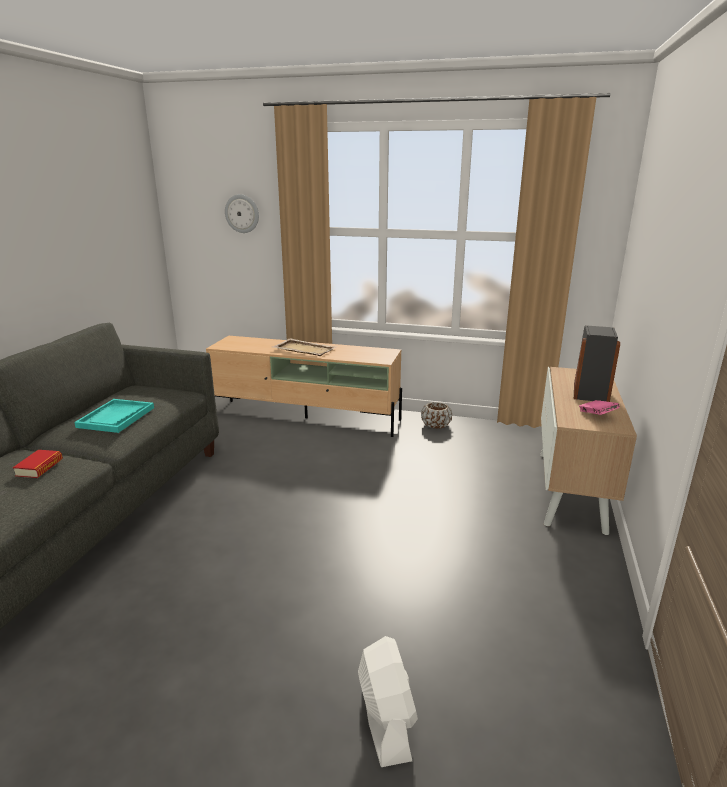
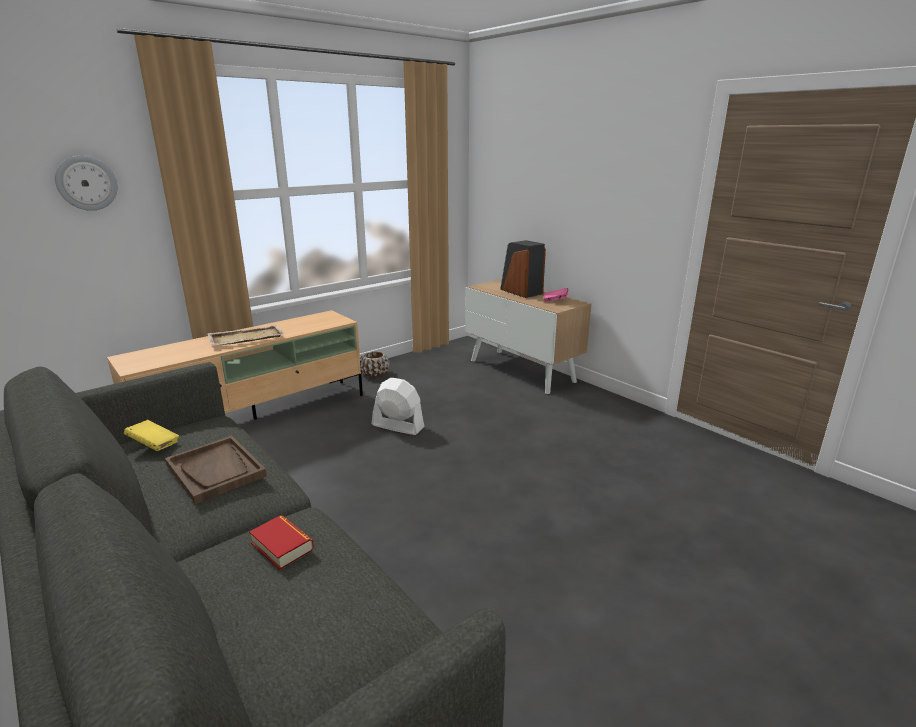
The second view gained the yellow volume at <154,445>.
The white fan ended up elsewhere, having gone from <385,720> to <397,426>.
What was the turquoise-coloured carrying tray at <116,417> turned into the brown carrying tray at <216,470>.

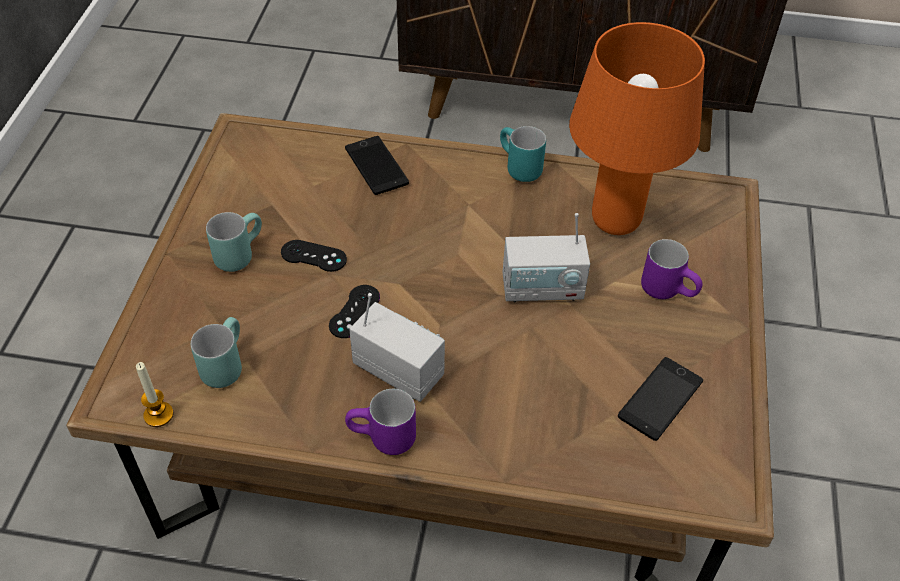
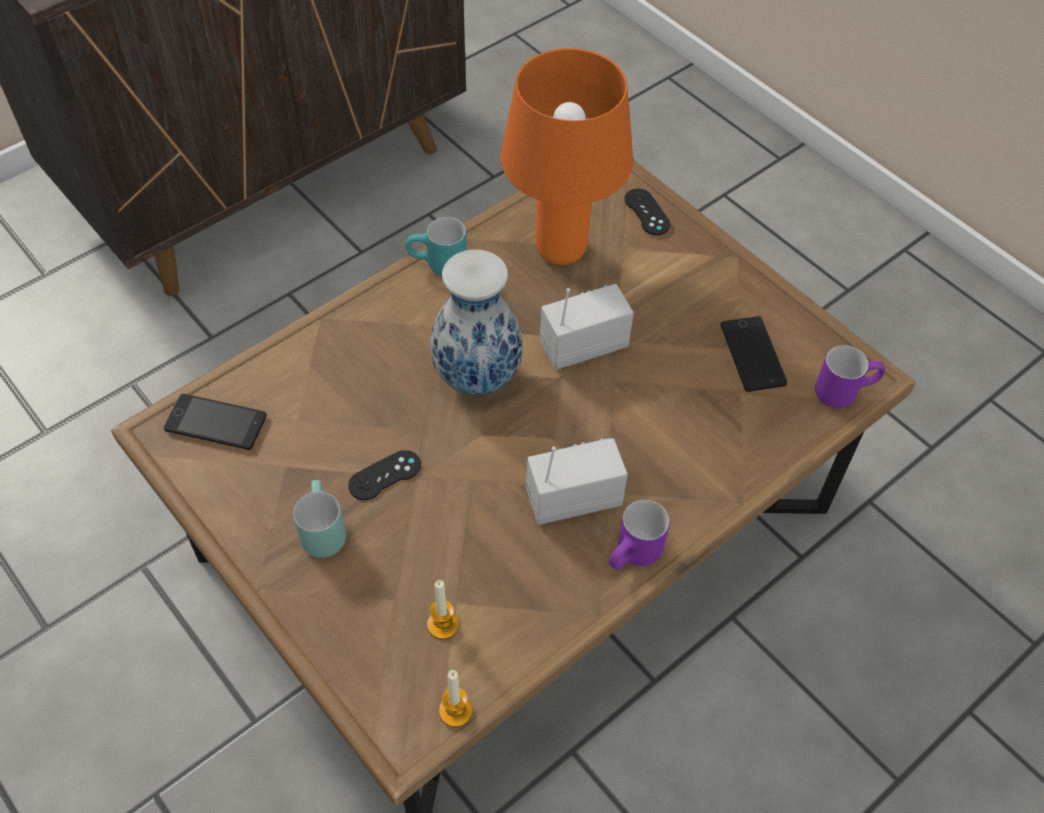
The second view gained the vase at <476,378>.
The blackish joypad ended up elsewhere, having gone from <354,311> to <647,212>.
The telephone ended up elsewhere, having gone from <376,166> to <216,422>.
The purple coffee mug ended up elsewhere, having gone from <669,290> to <843,390>.
Where the turquoise-coloured coffee mug stood at <223,364>, the candle came to stand at <443,625>.
The radio receiver at <542,289> ended up facing another way, 150 degrees counterclockwise from before.

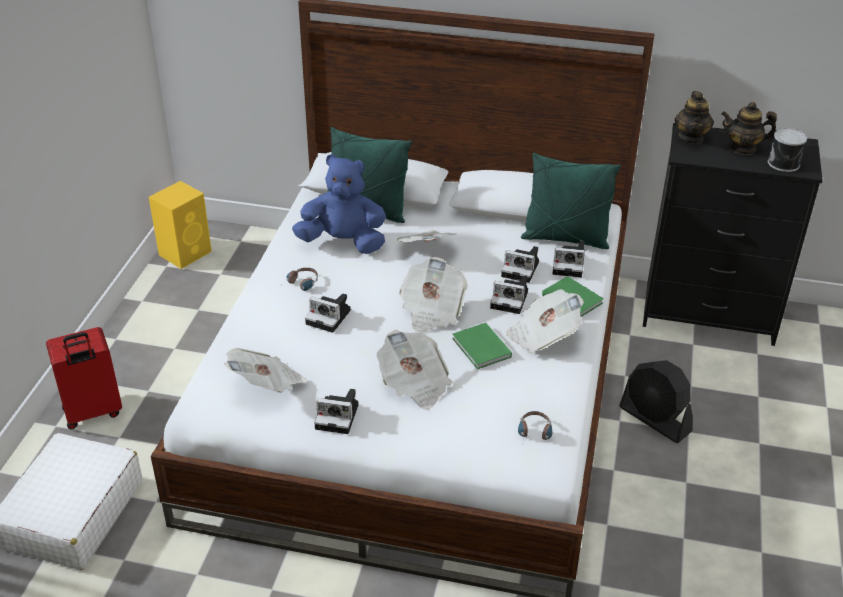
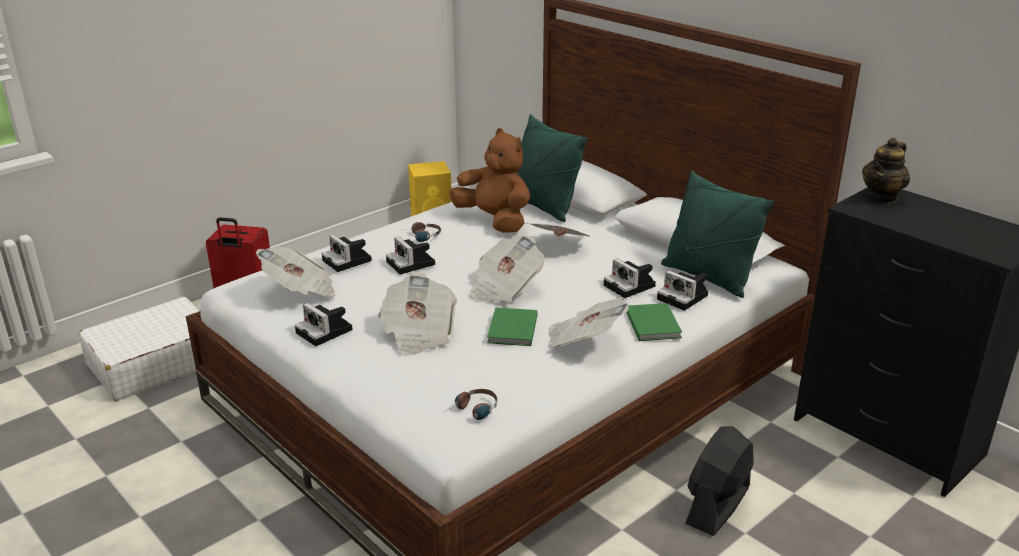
The second view lost the tea pot at <743,148>.
The second view lost the can at <784,163>.
The photo camera ended up elsewhere, having gone from <511,300> to <348,261>.
What was the blue cuddly toy at <343,242> turned into the brown cuddly toy at <494,221>.
The blackish fan at <655,419> ended up facing another way, 45 degrees clockwise from before.

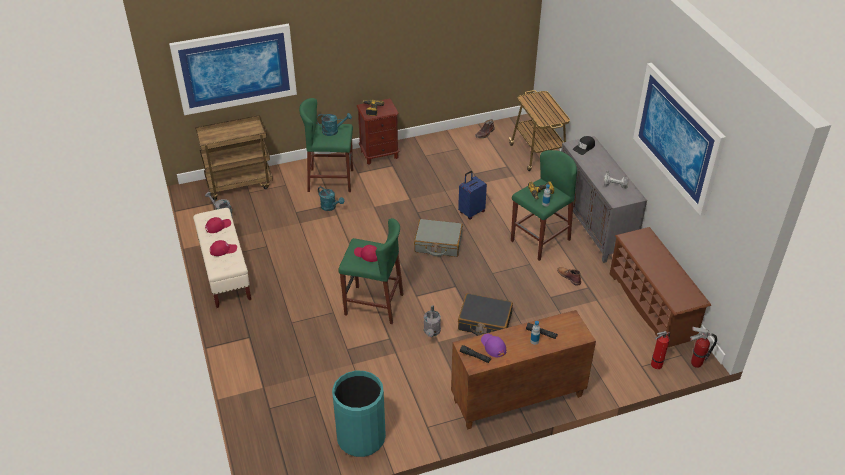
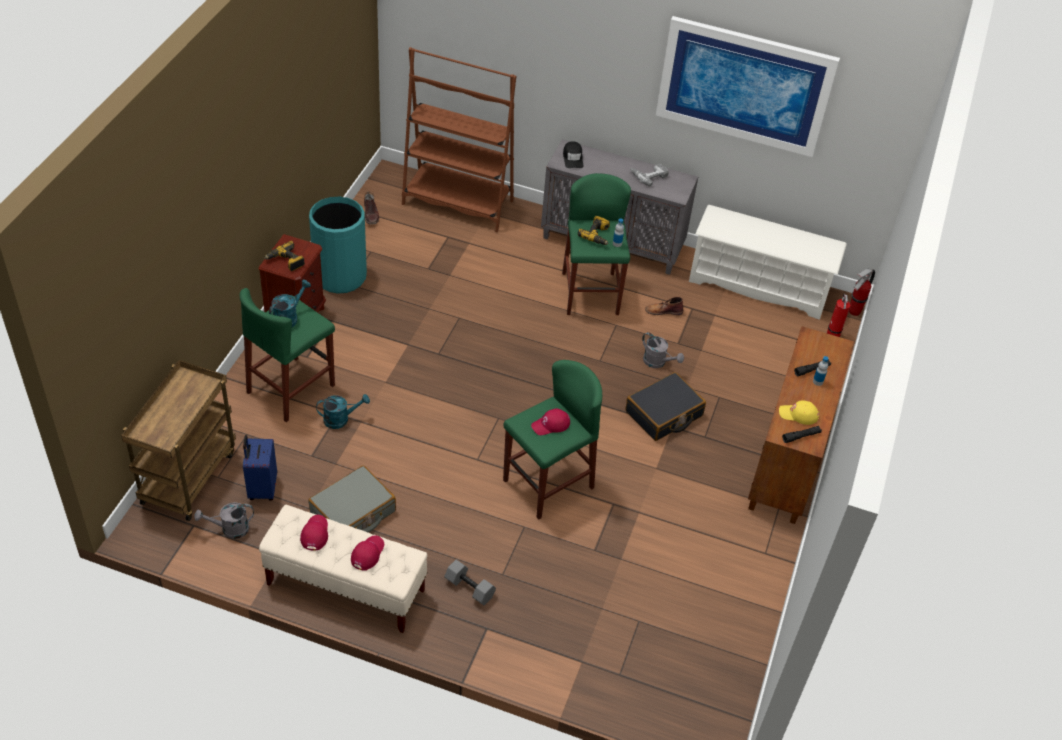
The second view lost the picture at <235,68>.
The second view gained the greyish free weight at <468,588>.
The turquoise-coloured rubbish bin ended up elsewhere, having gone from <361,438> to <340,276>.
The greyish piece of luggage ended up elsewhere, having gone from <438,244> to <353,513>.
The greyish sprinkling can ended up elsewhere, having gone from <432,332> to <658,362>.
The blue piece of luggage ended up elsewhere, having gone from <471,212> to <262,488>.
Where the trolley stood at <538,155>, the brown bookshelf came to stand at <457,203>.
What was the purple peaked cap at <493,346> turned into the yellow peaked cap at <798,414>.
What was the brown shoe stand at <652,306> turned into the white shoe stand at <759,285>.

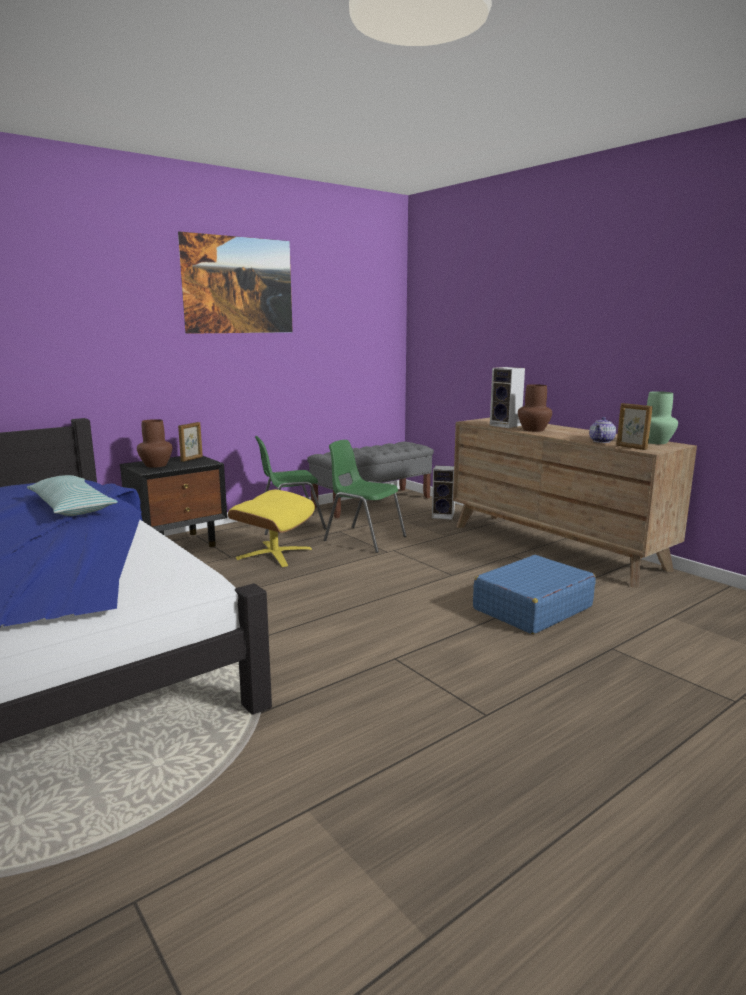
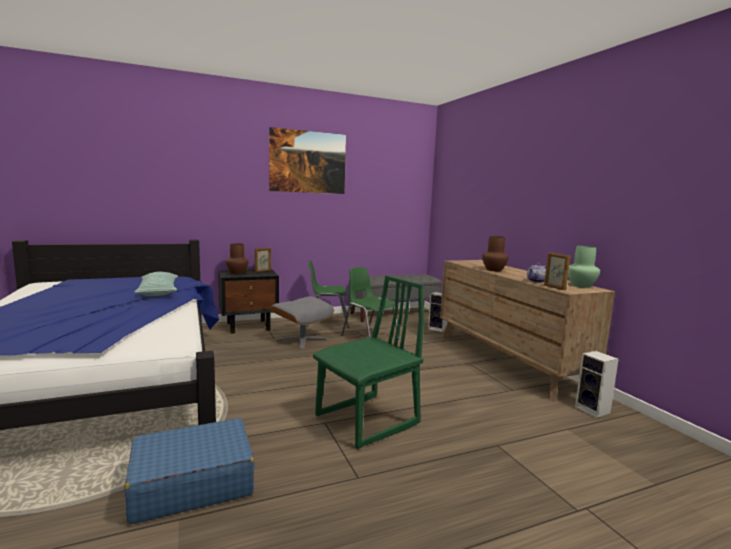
The second view gained the green-coloured plain chair at <367,420>.
The blue piece of luggage ended up elsewhere, having gone from <532,608> to <191,482>.
The speaker ended up elsewhere, having gone from <506,425> to <593,410>.
What was the yellow footrest at <274,553> turned into the greyish footrest at <302,339>.

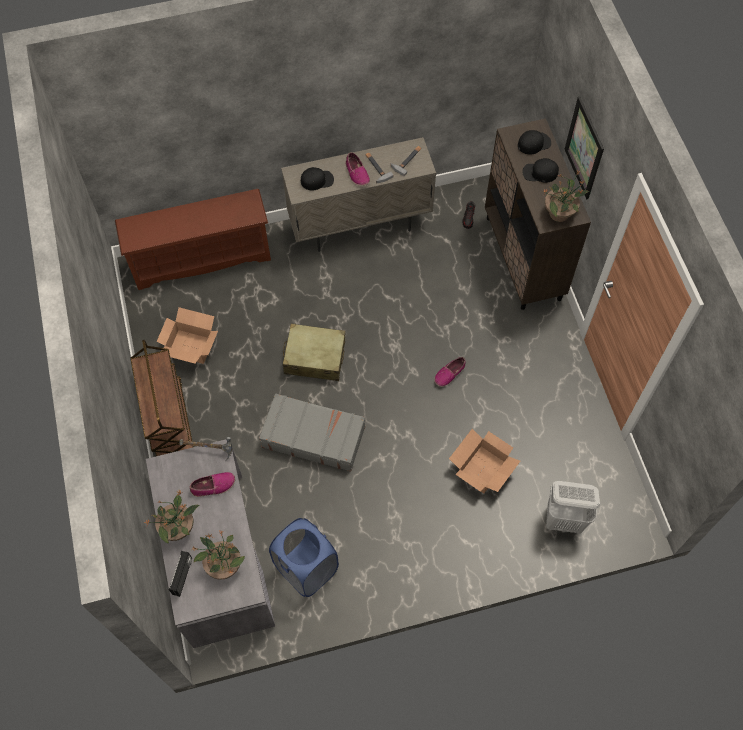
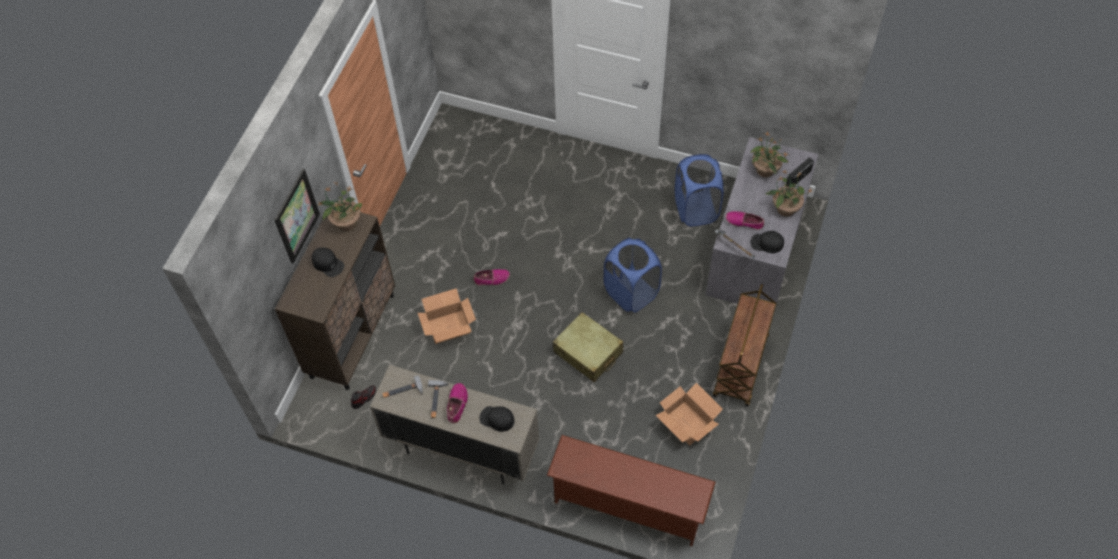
The second view lost the white hamper at <564,520>.
The packing box ended up elsewhere, having gone from <483,469> to <448,326>.
The blackish peaked cap ended up elsewhere, having gone from <534,143> to <766,243>.
Where the greyish piece of luggage stood at <313,436>, the blue hamper came to stand at <631,292>.

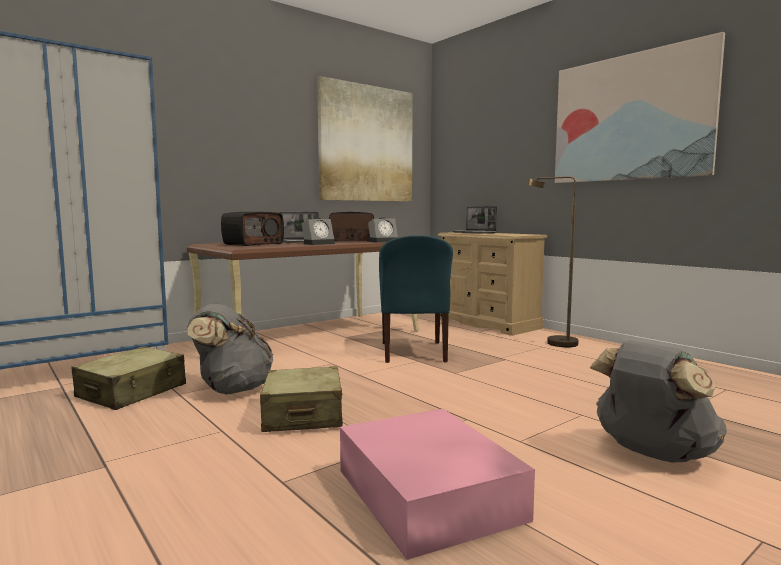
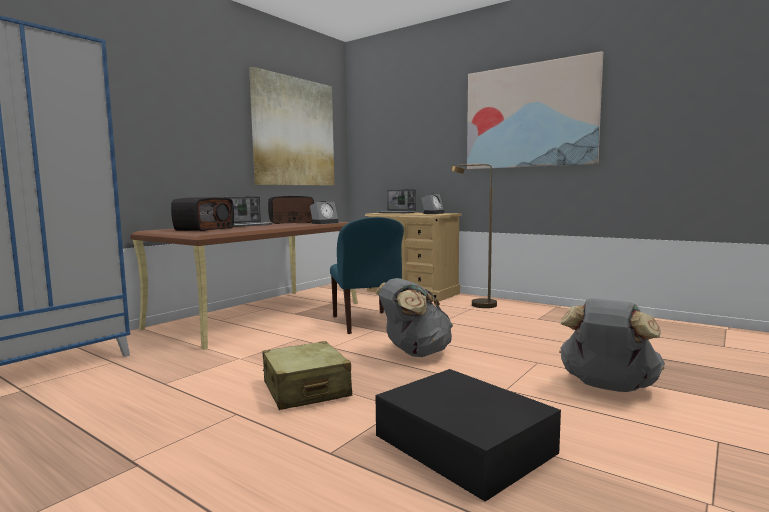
The second view lost the sand-coloured piece of luggage at <132,391>.
The greyish knapsack ended up elsewhere, having gone from <232,389> to <414,353>.
The table clock ended up elsewhere, having gone from <319,243> to <433,213>.
What was the pink-coloured storage box at <428,495> turned into the blackish storage box at <465,445>.

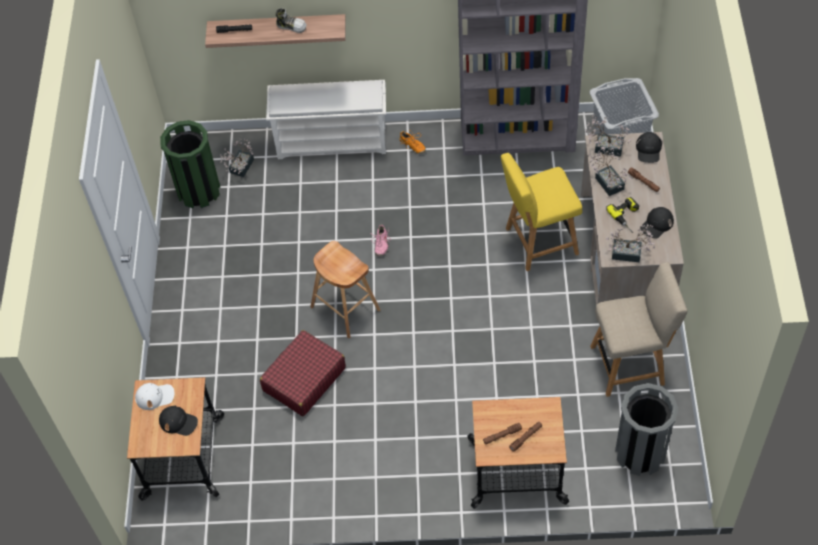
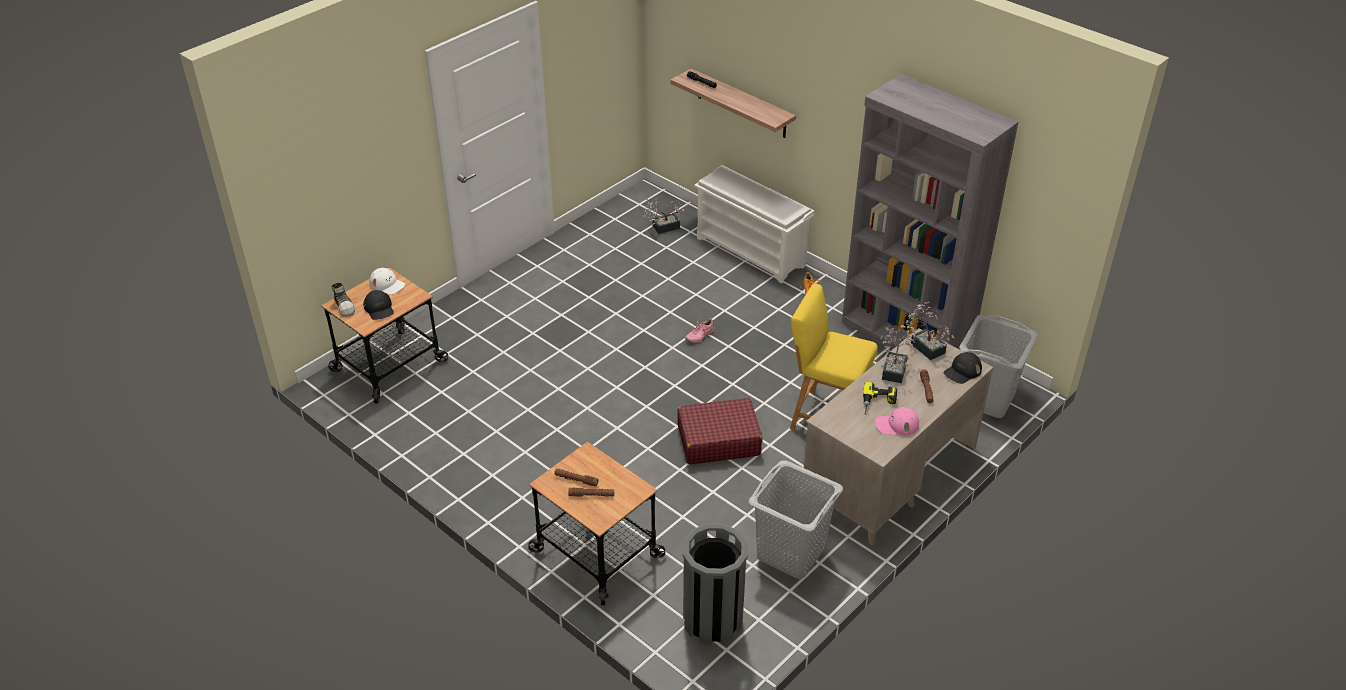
The second view lost the green-coloured rubbish bin at <198,191>.
The second view lost the brown stool at <345,308>.
The second view lost the potted plant at <630,254>.
The red piece of luggage ended up elsewhere, having gone from <304,379> to <718,440>.
The low shoe ended up elsewhere, having gone from <291,26> to <345,306>.
Where the sand-coloured plain chair stood at <631,364>, the greyish hamper came to stand at <790,554>.
What was the blackish peaked cap at <656,224> turned into the pink-coloured peaked cap at <897,425>.

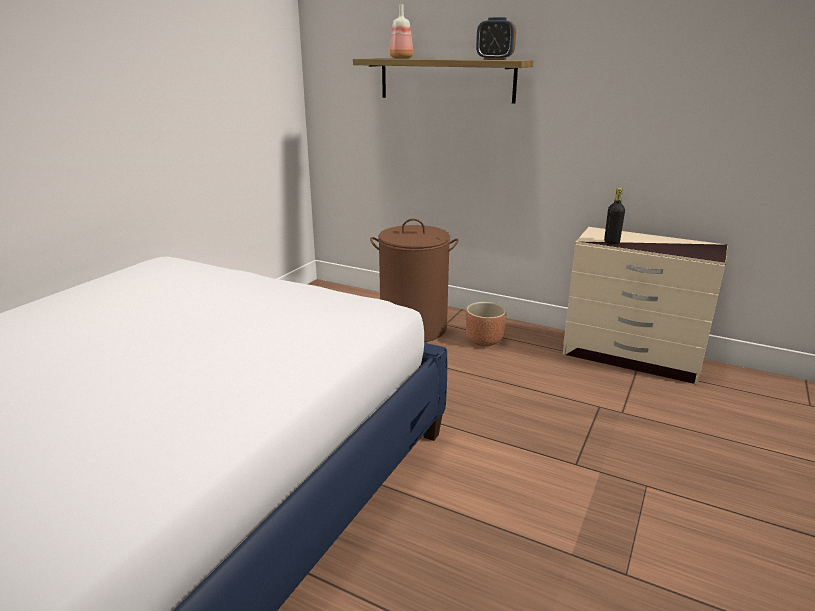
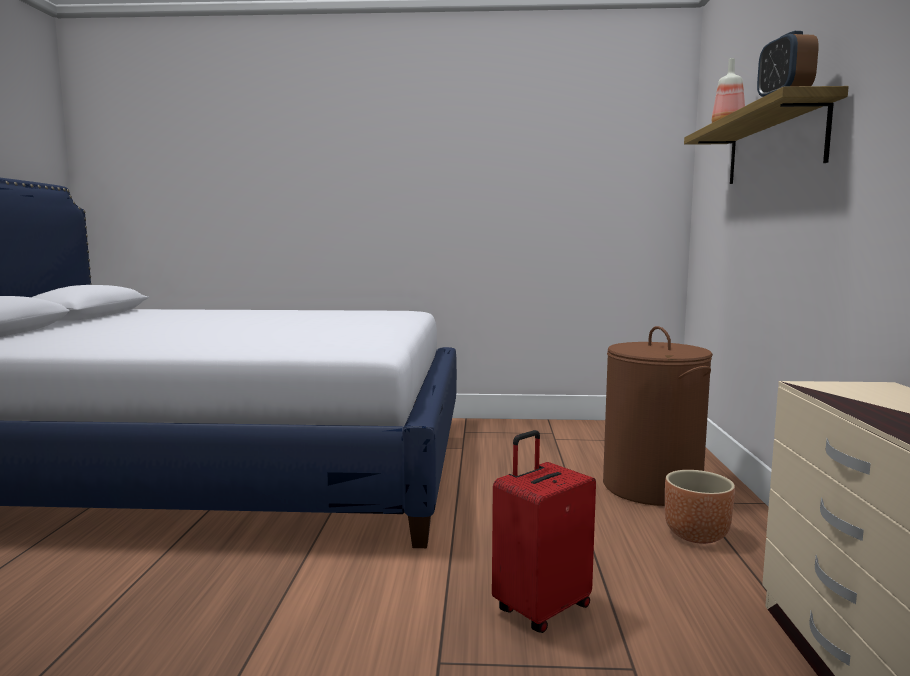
The second view lost the blackish beverage bottle at <611,242>.
The second view gained the red piece of luggage at <540,608>.

